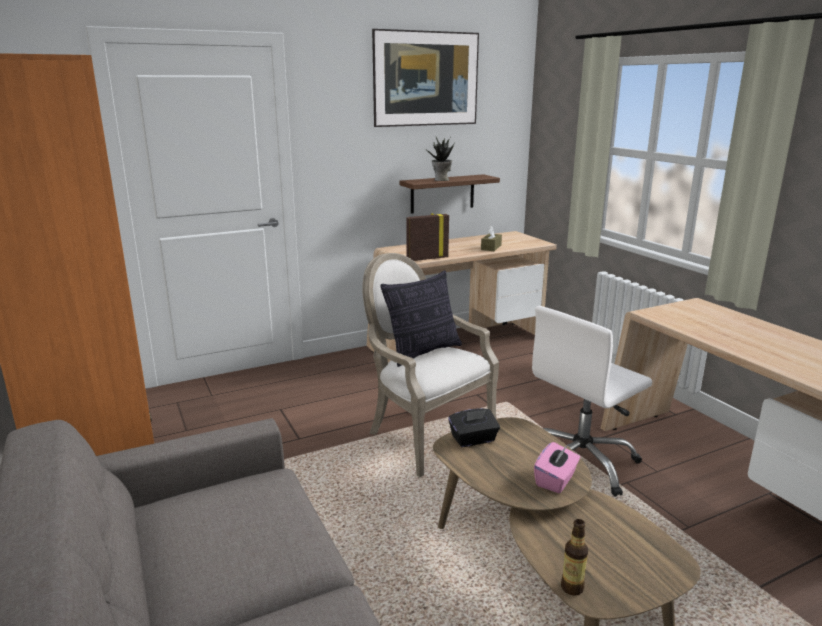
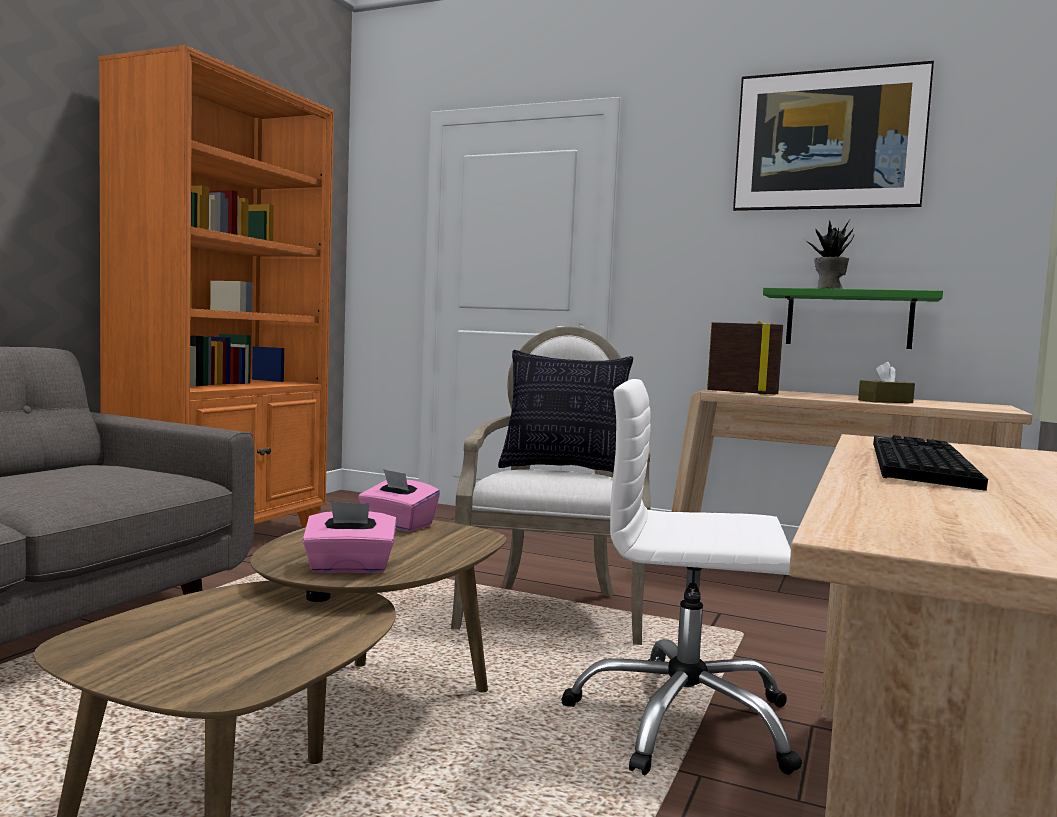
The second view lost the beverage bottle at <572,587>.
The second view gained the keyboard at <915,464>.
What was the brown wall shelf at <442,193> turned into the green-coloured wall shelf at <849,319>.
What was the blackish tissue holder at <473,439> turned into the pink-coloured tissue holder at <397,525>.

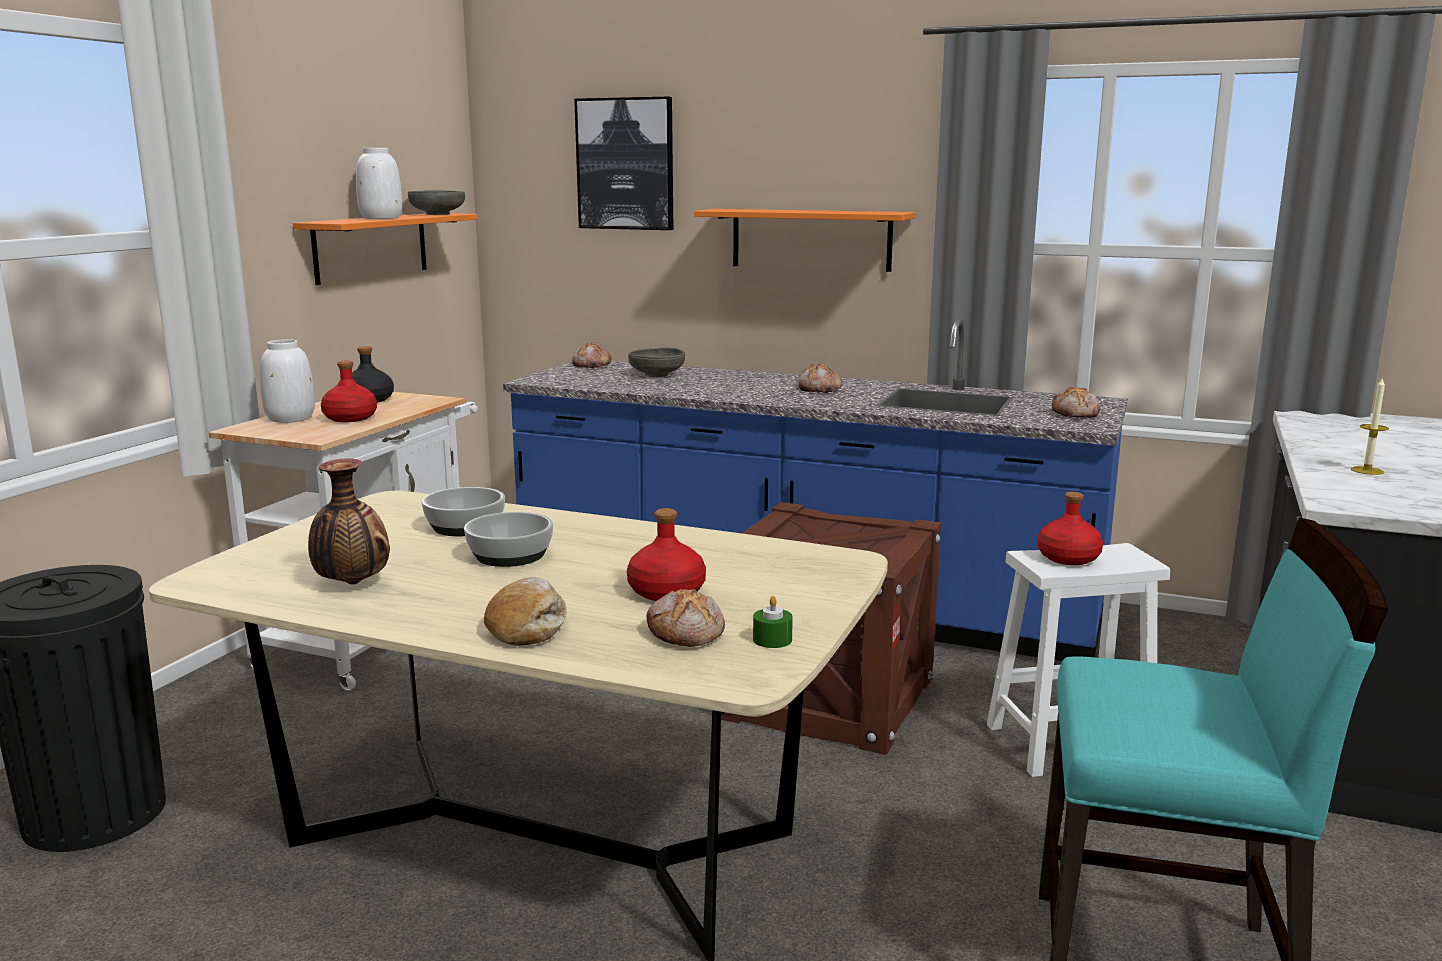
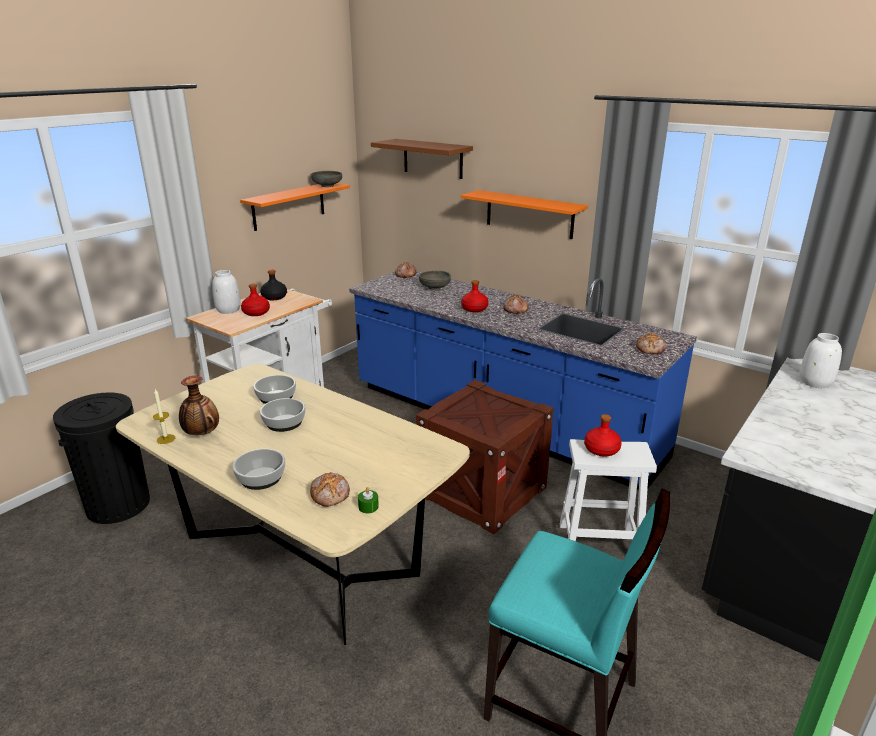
The white vase ended up elsewhere, having gone from <380,218> to <814,382>.
The red beverage bottle ended up elsewhere, having gone from <665,592> to <474,309>.
The candle ended up elsewhere, having gone from <1367,470> to <166,439>.
Where the bakery bread stood at <527,626>, the serving bowl came to stand at <261,477>.
Where the picture hung at <626,164>, the brown wall shelf came to hang at <432,158>.

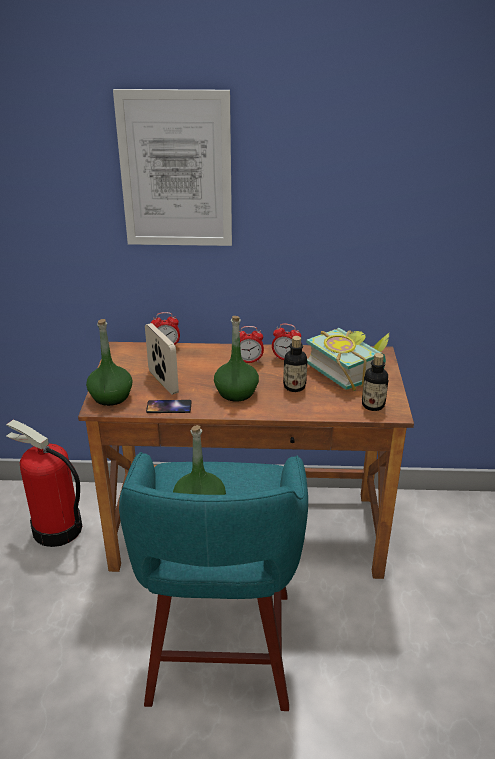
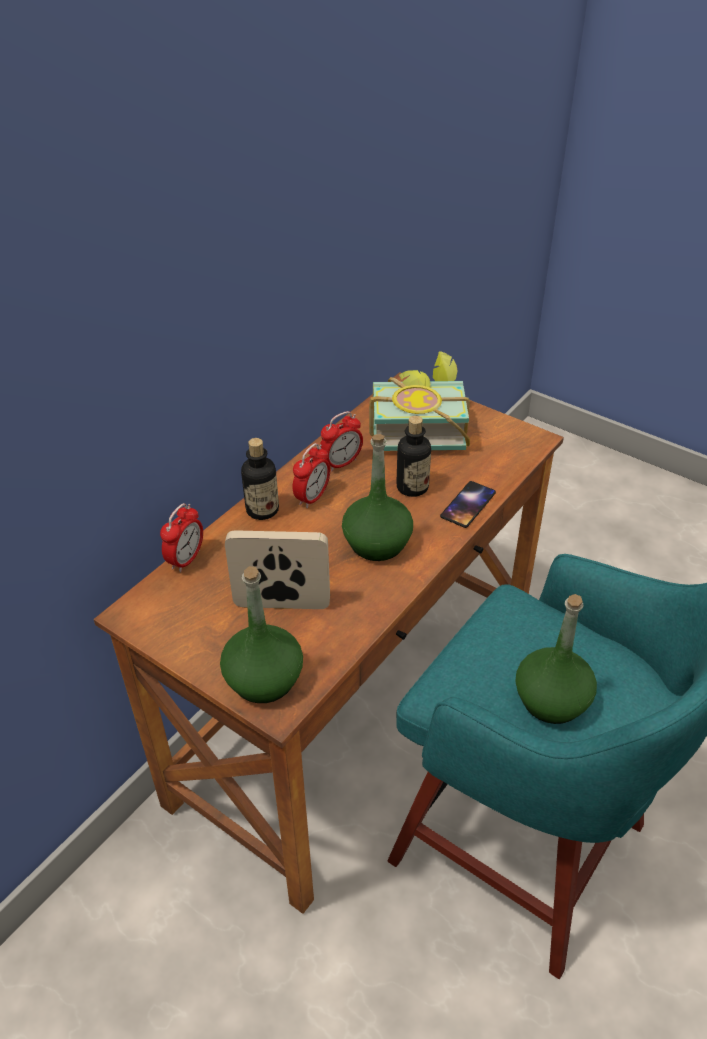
The second view lost the extinguisher at <56,529>.
The second view lost the picture at <176,171>.
The telephone ended up elsewhere, having gone from <169,407> to <468,505>.
The beverage bottle ended up elsewhere, having gone from <373,405> to <262,510>.

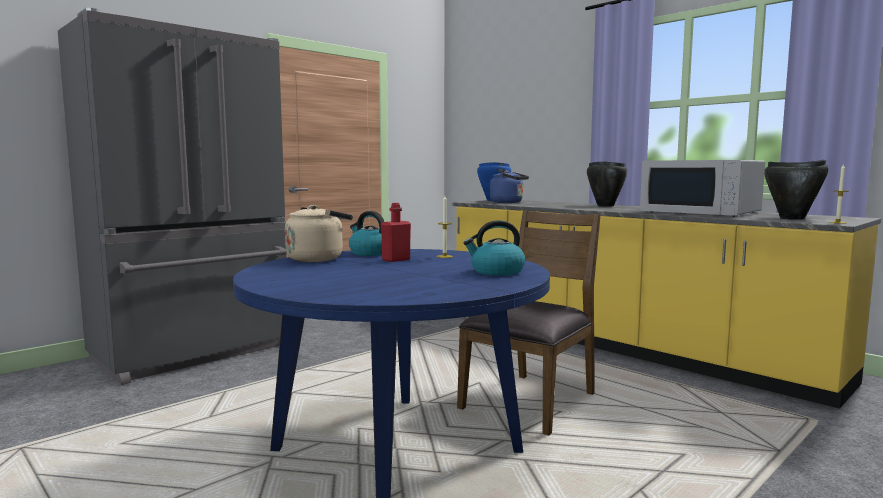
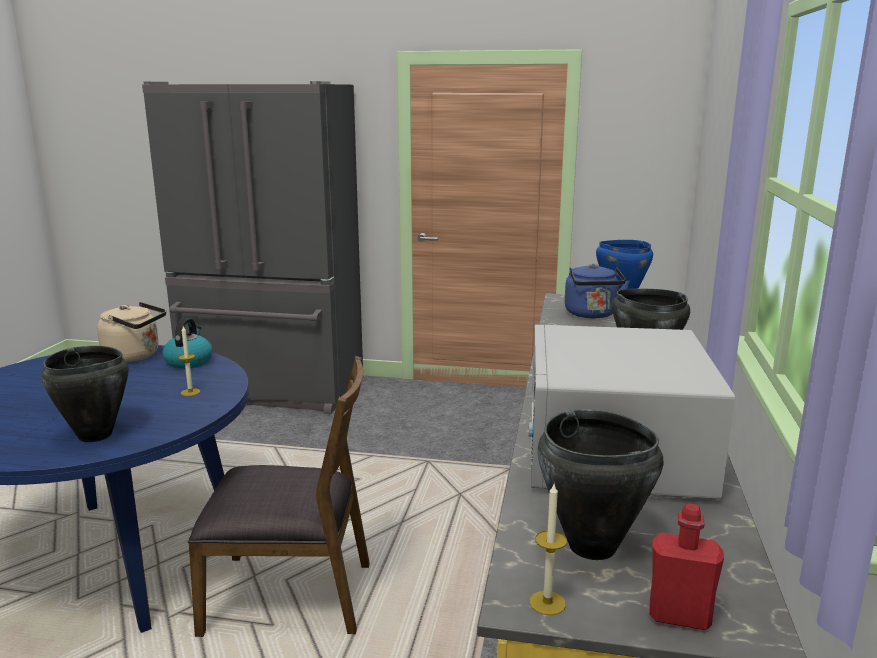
The red beverage bottle ended up elsewhere, having gone from <396,260> to <679,616>.
Where the water kettle stood at <496,272>, the blackish stockpot came to stand at <95,436>.

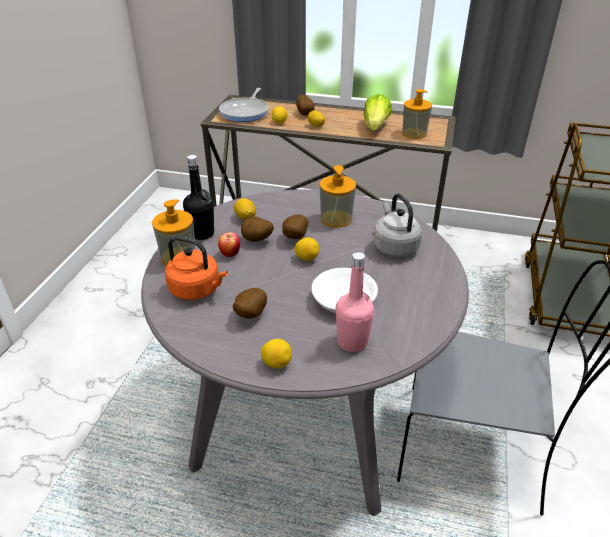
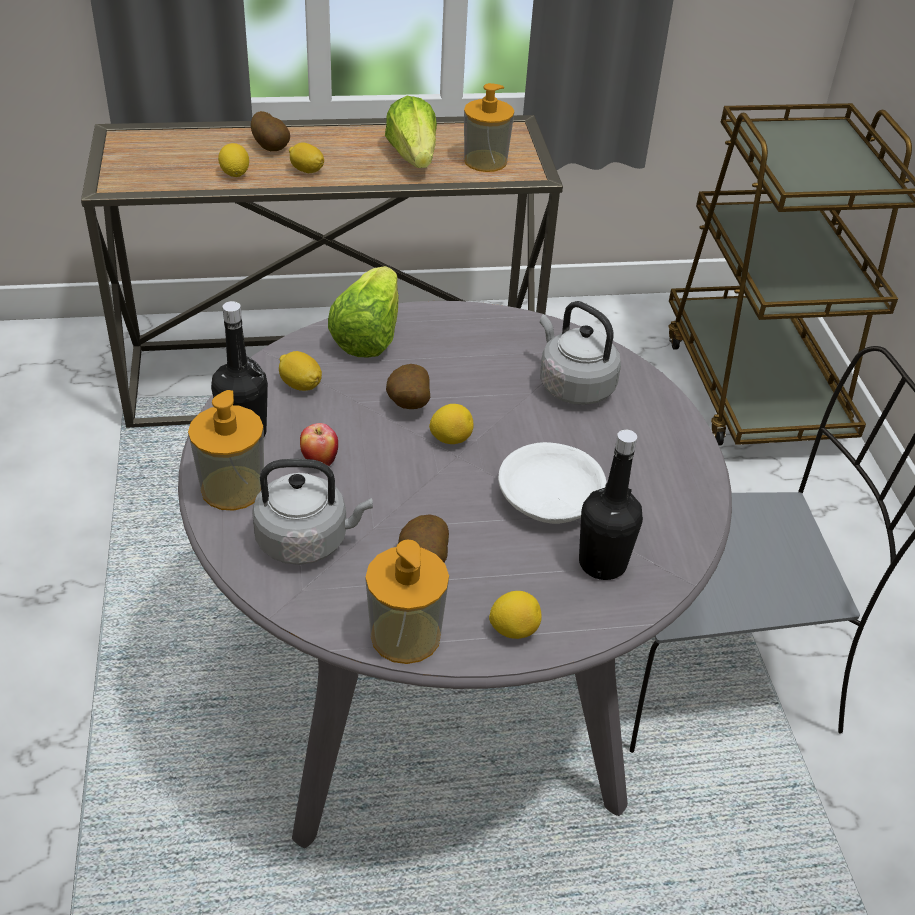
The second view lost the pan at <245,112>.
The second view lost the potato at <257,241>.
The second view gained the head of lettuce at <368,335>.
The liquid soap bottle ended up elsewhere, having gone from <336,219> to <405,635>.
What was the orange-coloured water kettle at <197,290> turned into the greyish water kettle at <307,540>.
What was the pink-coloured beverage bottle at <352,342> turned into the blackish beverage bottle at <602,563>.

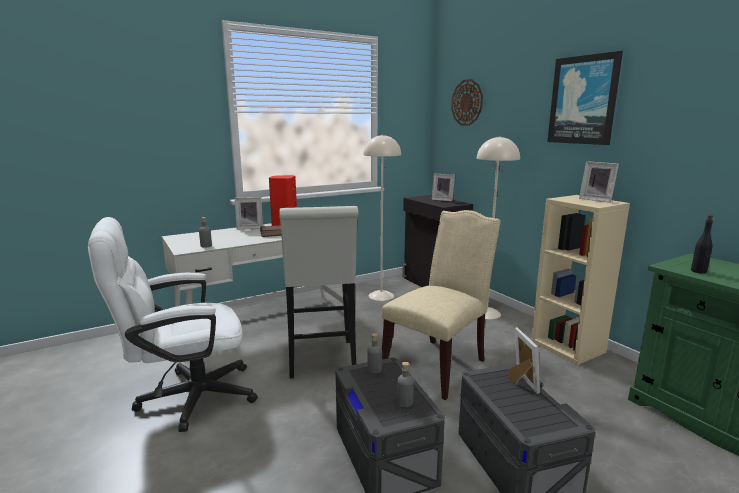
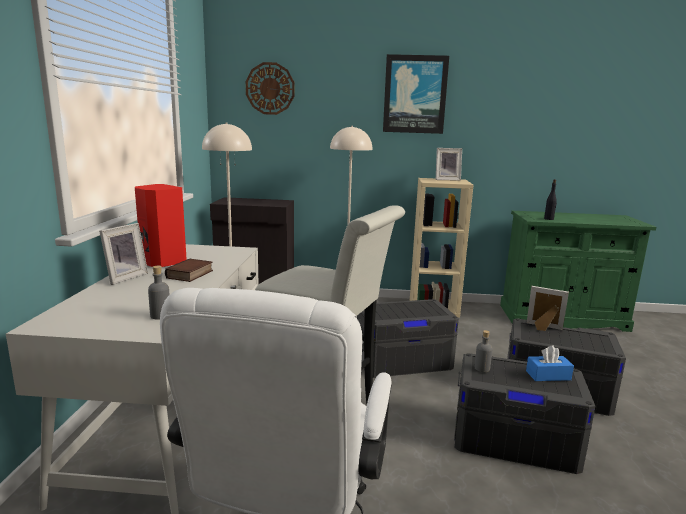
The second view lost the picture frame at <443,200>.
Where the sand-coloured plain chair stood at <438,364>, the greyish storage box came to stand at <403,360>.
Where the greyish beverage bottle stood at <404,402>, the blue tissue holder came to stand at <548,375>.

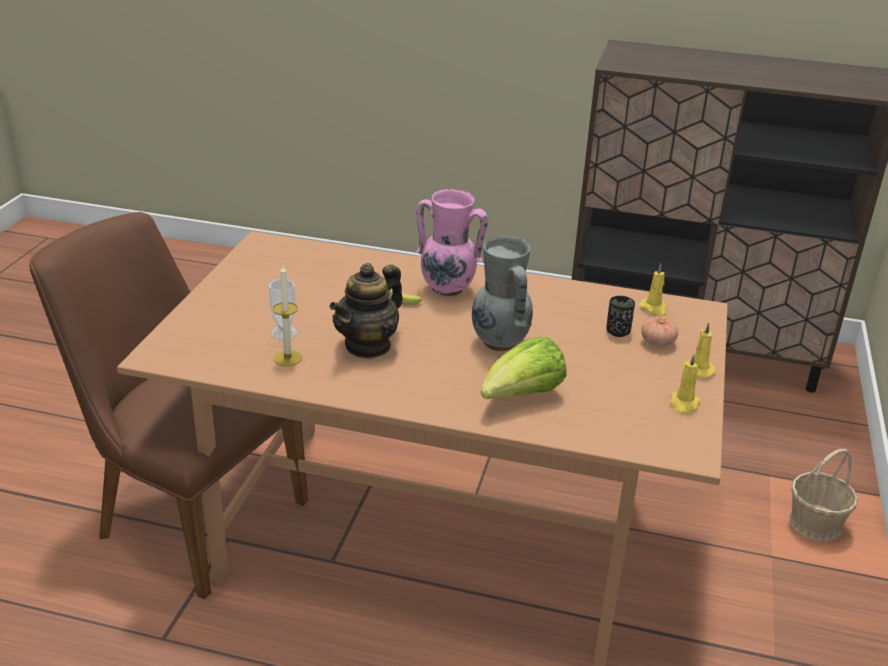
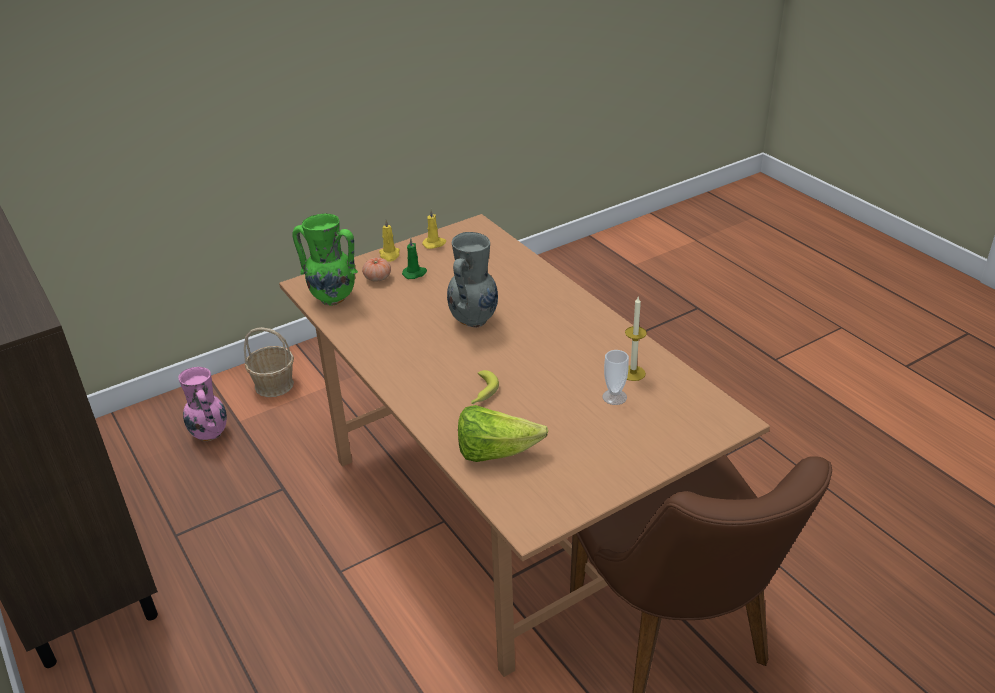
The second view lost the tea pot at <368,346>.
The second view lost the blackish cup at <618,332>.
The second view gained the green-coloured candle at <415,273>.
The pink-coloured vase ended up elsewhere, having gone from <448,290> to <210,434>.
The head of lettuce ended up elsewhere, having gone from <522,396> to <495,452>.
Where the yellow candle stood at <654,309>, the green-coloured vase came to stand at <332,298>.

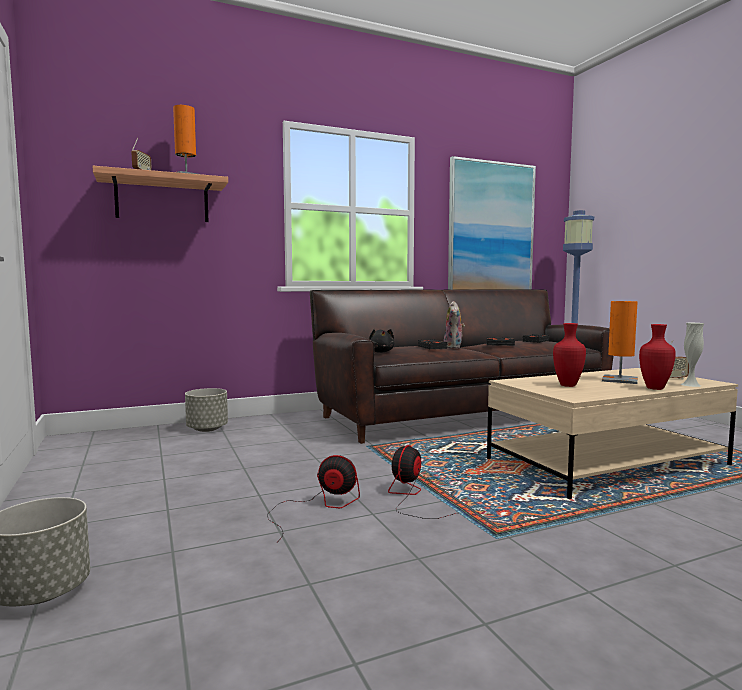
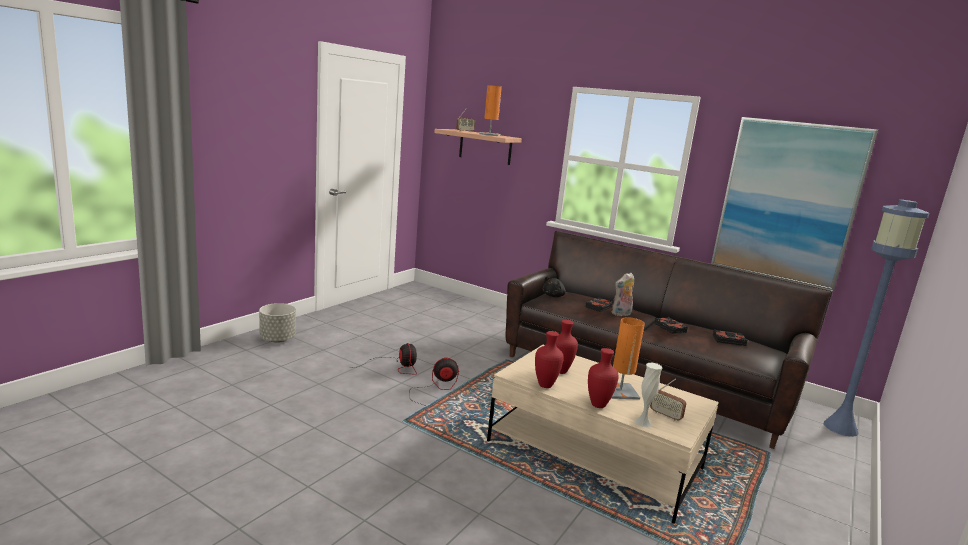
The second view lost the greyish planter at <207,429>.
The second view gained the red vase at <546,385>.

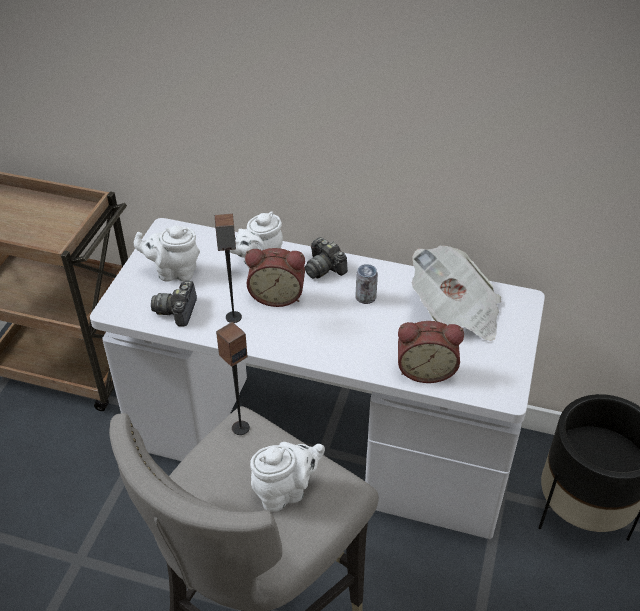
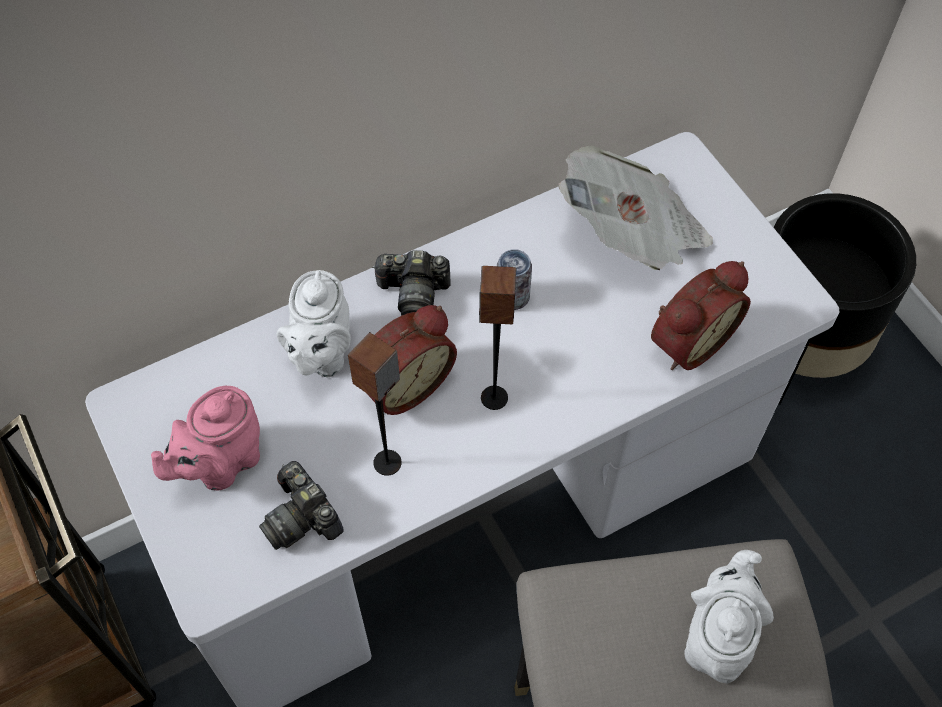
The speaker ended up elsewhere, having gone from <240,427> to <493,397>.
What was the white tea pot at <174,272> turned into the pink-coloured tea pot at <221,463>.

